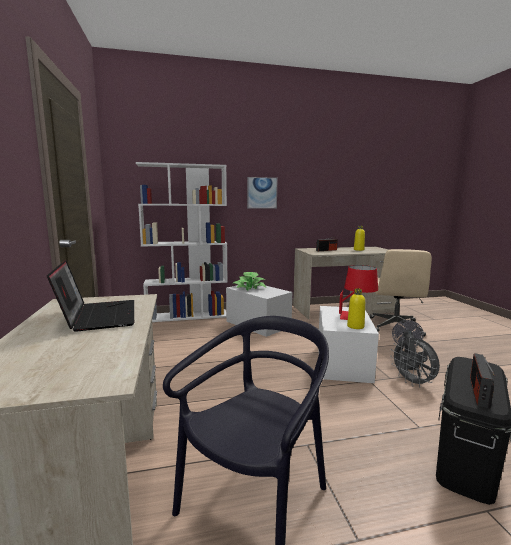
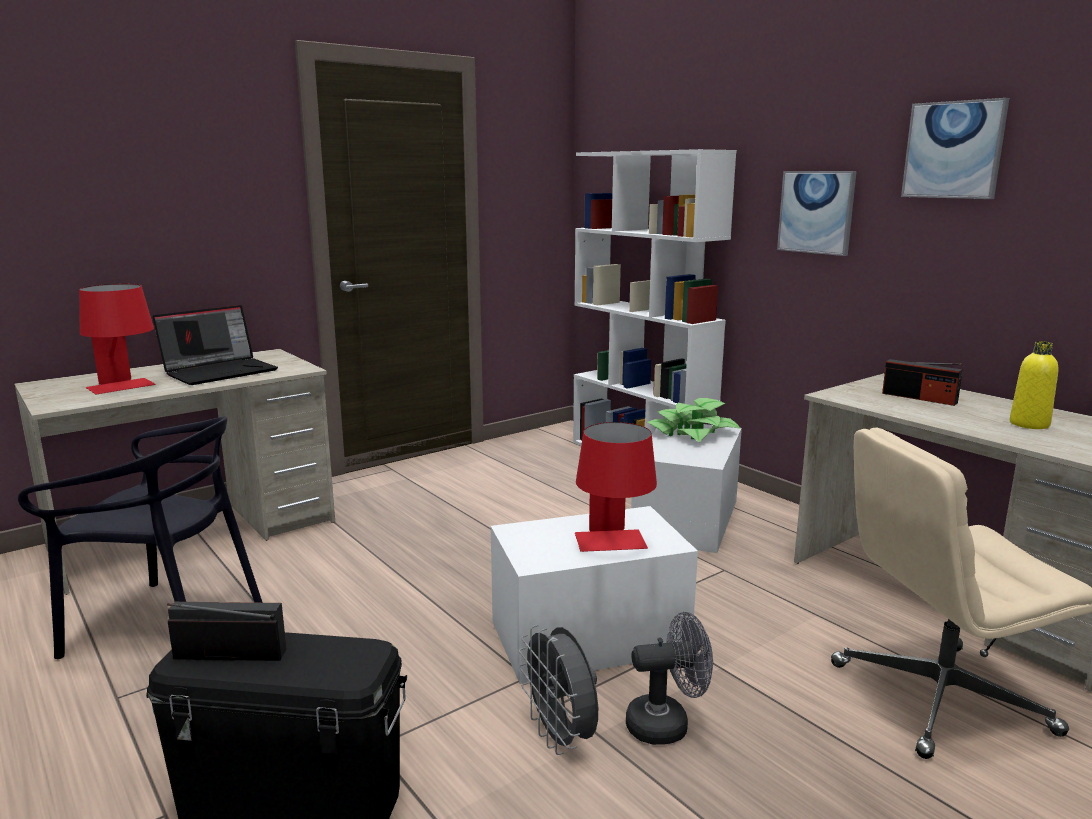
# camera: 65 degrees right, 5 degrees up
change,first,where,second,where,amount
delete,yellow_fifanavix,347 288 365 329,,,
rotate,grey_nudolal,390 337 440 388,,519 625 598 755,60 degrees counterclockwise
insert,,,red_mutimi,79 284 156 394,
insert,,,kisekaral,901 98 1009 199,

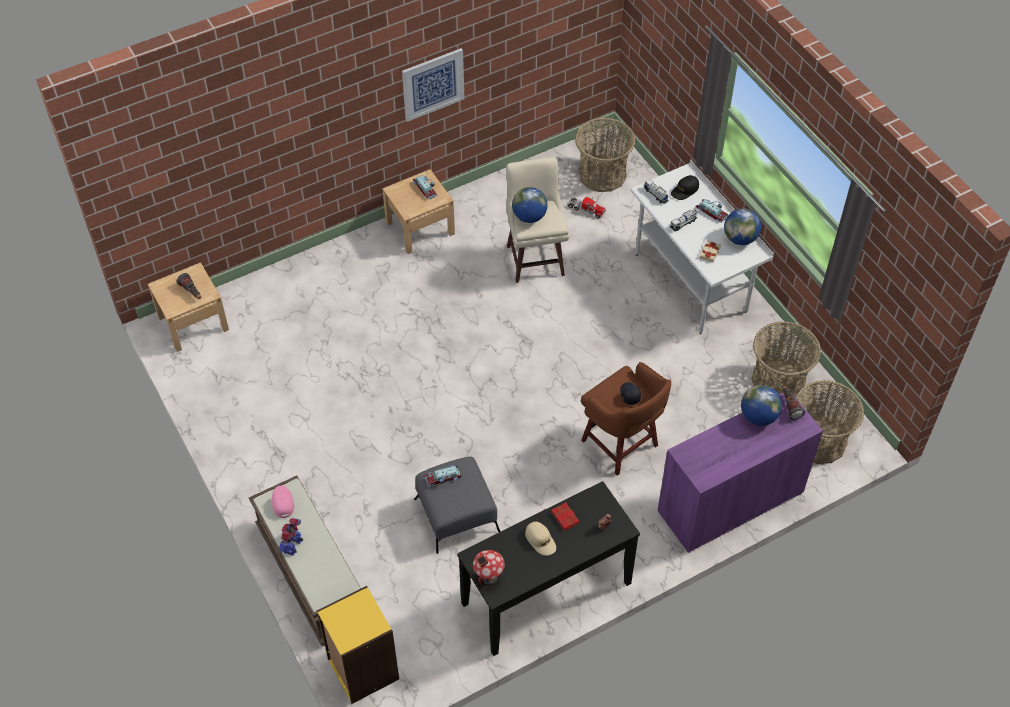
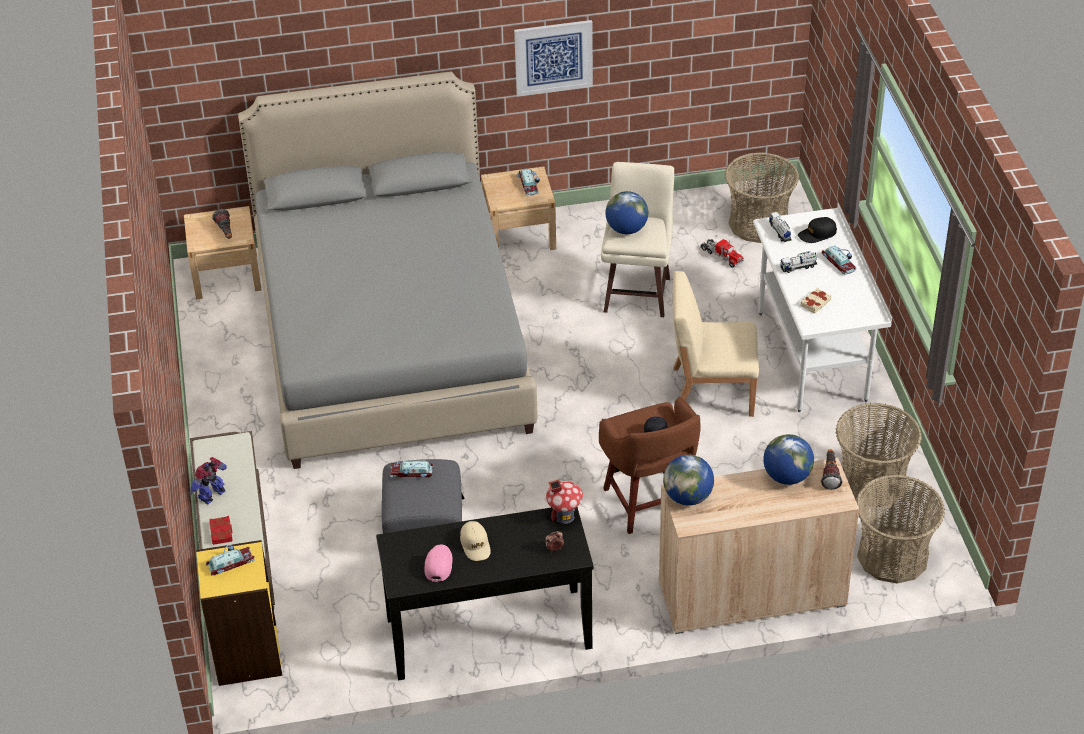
# camera: 20 degrees right, 10 degrees down
change,first,where,second,where,amount
move,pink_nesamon,272 486 294 518,,424 545 453 582,
move,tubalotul,473 550 505 584,,546 479 583 524,
move,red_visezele,552 502 579 531,,210 516 232 545,
recolor,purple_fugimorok,658 391 823 553,beige_fugimorok,659 458 859 634,
move,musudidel,724 208 761 245,,663 455 714 505,
insert,,,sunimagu,206 545 255 576,
insert,,,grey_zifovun,238 71 538 469,
insert,,,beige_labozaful,673 271 759 417,

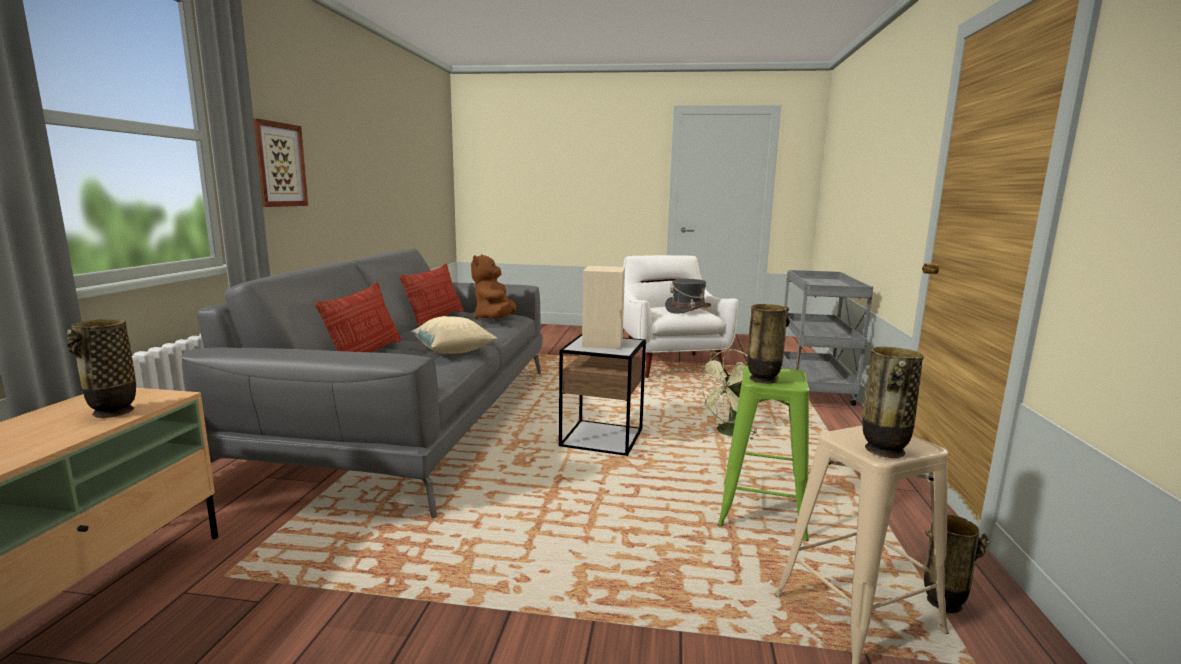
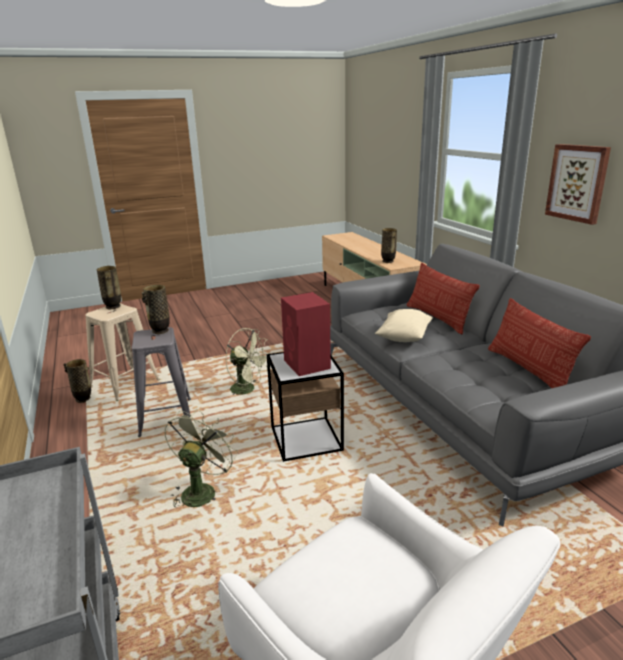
# camera: 150 degrees right, 10 degrees up
change,first,where,second,where,amount
delete,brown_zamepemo,471 254 516 319,,,
recolor,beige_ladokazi,582 266 625 349,red_ladokazi,281 292 331 376,
delete,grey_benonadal,665 279 711 314,,,
recolor,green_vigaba,718 366 810 541,grey_vigaba,132 327 192 437,
insert,,,green_nudolal,226 328 270 396,

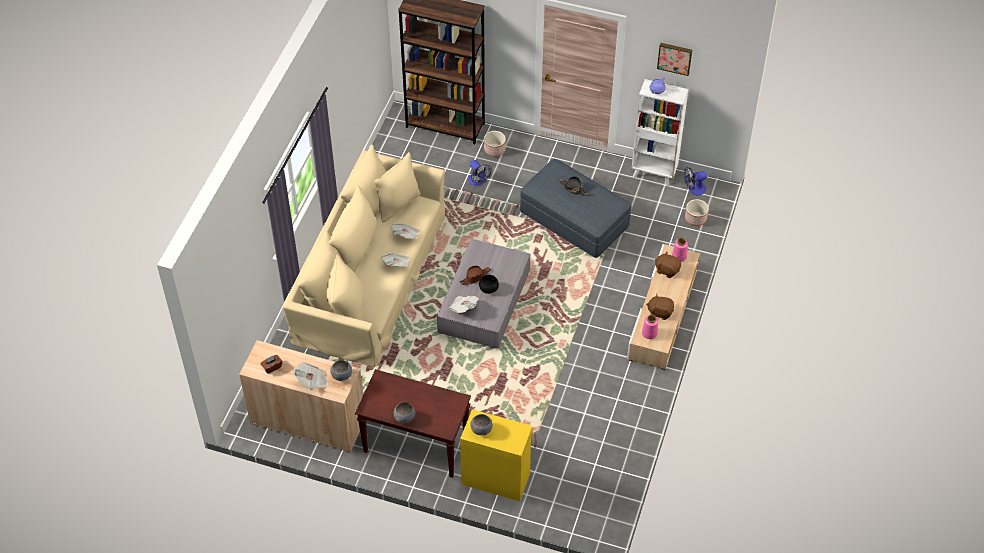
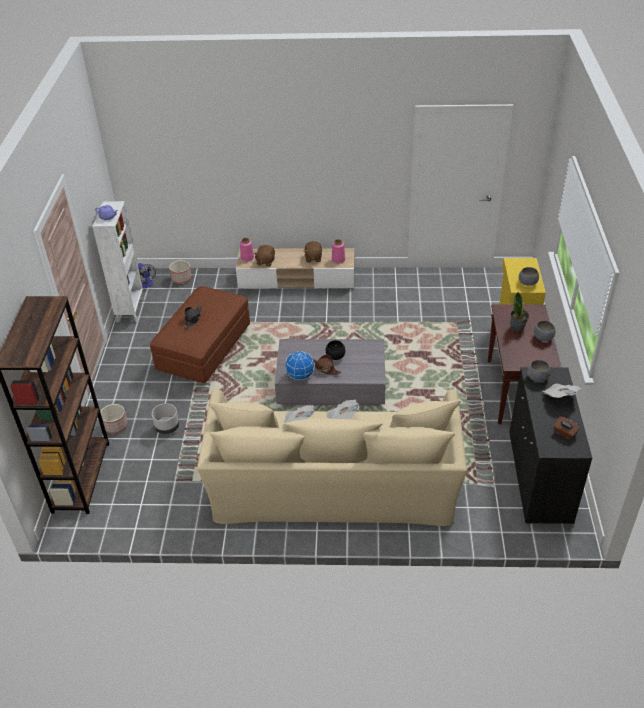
# camera: 105 degrees left, 10 degrees down
change,first,where,second,where,amount
recolor,beige_fugimorok,239 340 363 452,black_fugimorok,509 367 592 525,
delete,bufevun,449 296 479 313,,,
replace,nudolal,468 160 492 186,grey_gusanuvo,152 403 179 434,
recolor,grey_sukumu,520 159 632 258,brown_sukumu,150 286 250 383,
delete,kisekaral,657 43 692 76,,,
insert,,,musudidel,285 351 315 380,
insert,,,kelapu,510 292 529 332,

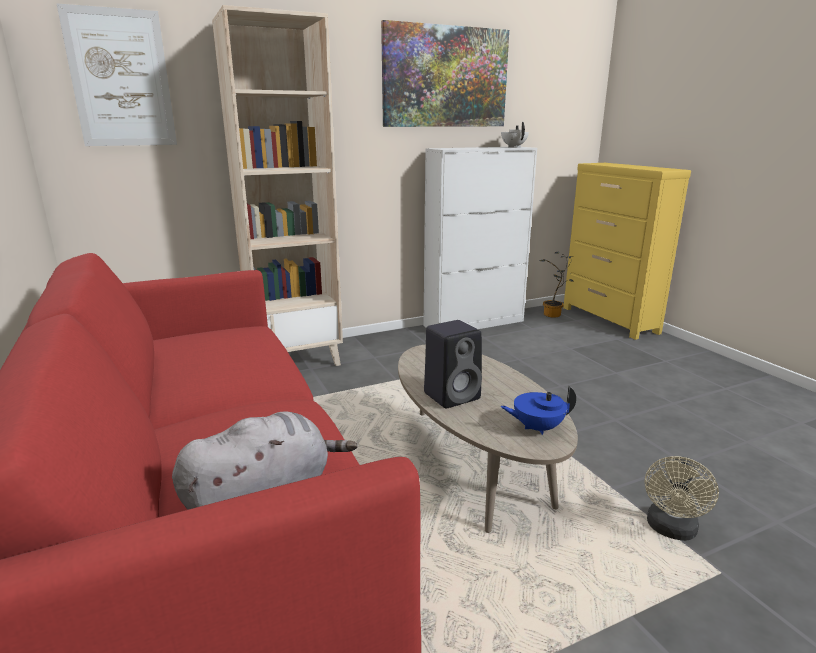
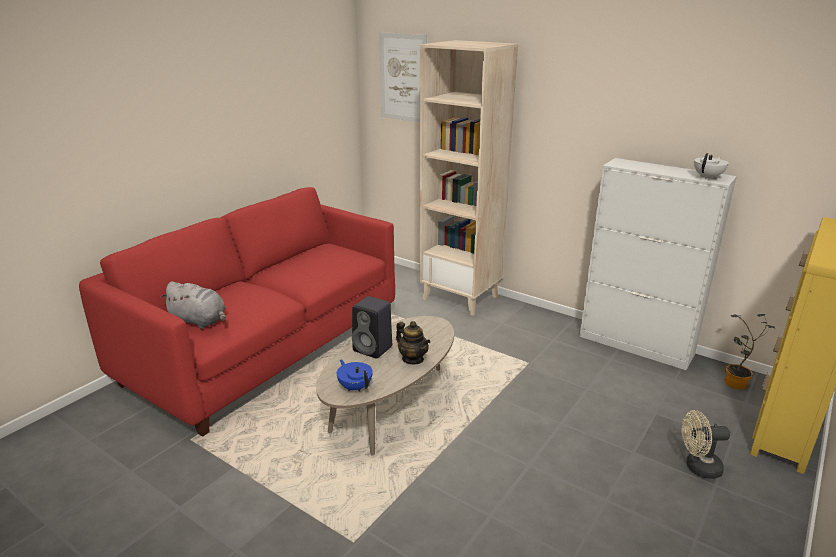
# camera: 60 degrees right, 5 degrees up
change,first,where,second,where,amount
delete,kisekaral,381 20 509 127,,,
move,beige_nudolal,645 456 719 541,,682 410 730 479,
insert,,,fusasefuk,396 321 430 364,

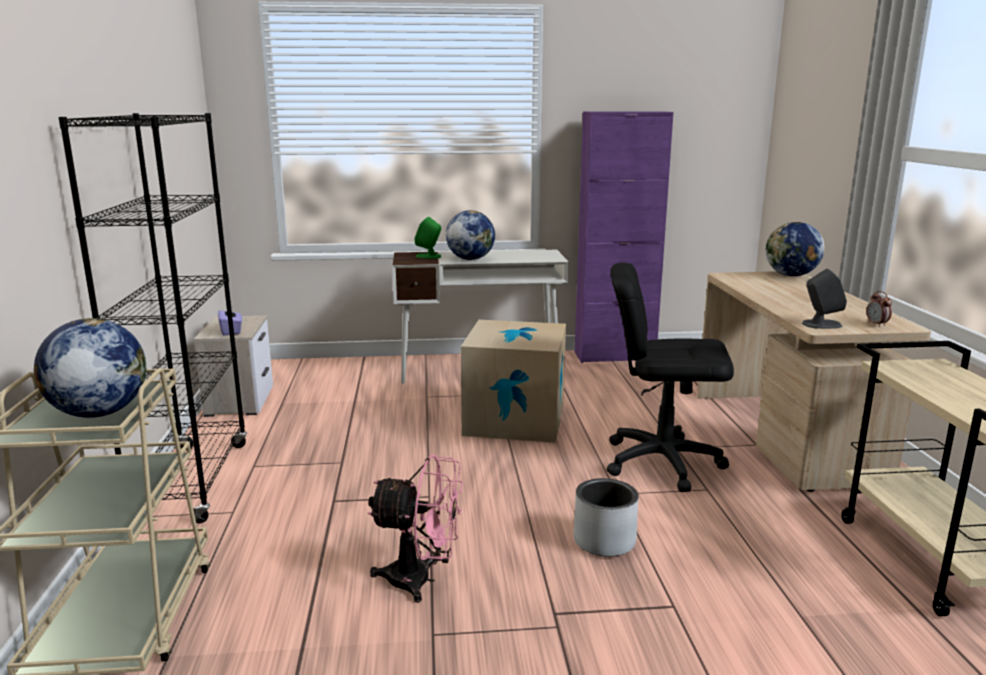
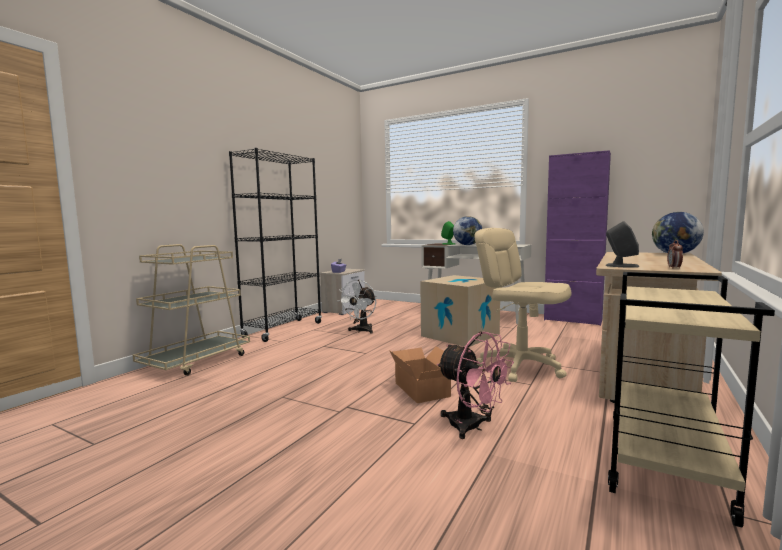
# camera: 35 degrees right, 10 degrees down
change,first,where,second,where,amount
delete,musudidel,34 318 146 418,,,
move,pink_nudolal,368 454 463 603,,437 331 514 439,
replace,grey_gusanuvo,574 478 638 557,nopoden,389 346 451 403,
recolor,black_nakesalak,607 262 734 492,beige_nakesalak,474 228 571 382,
insert,,,white_nudolal,338 280 376 333,

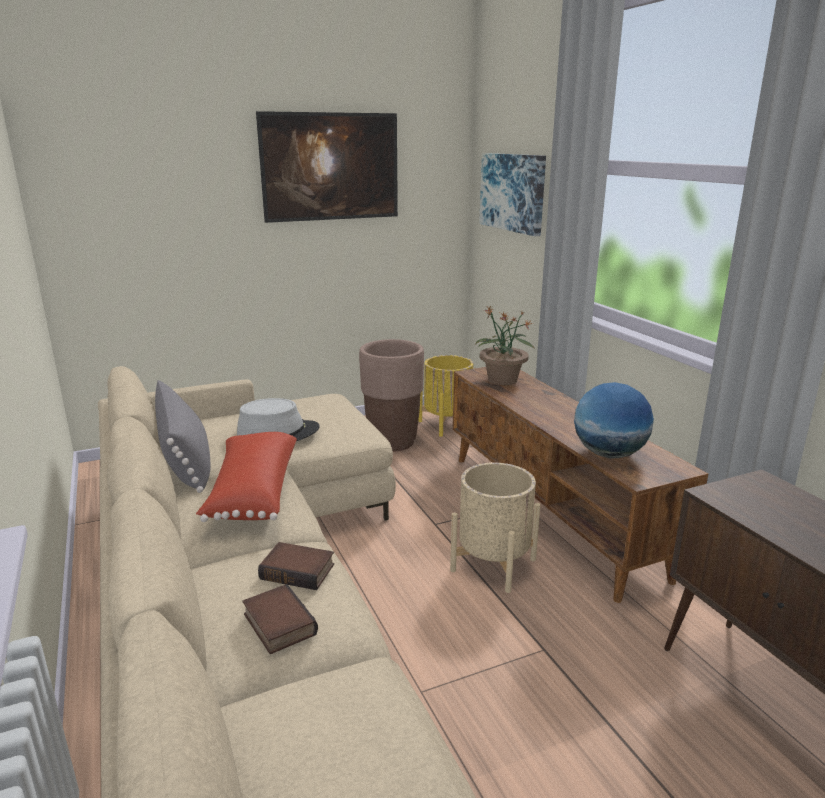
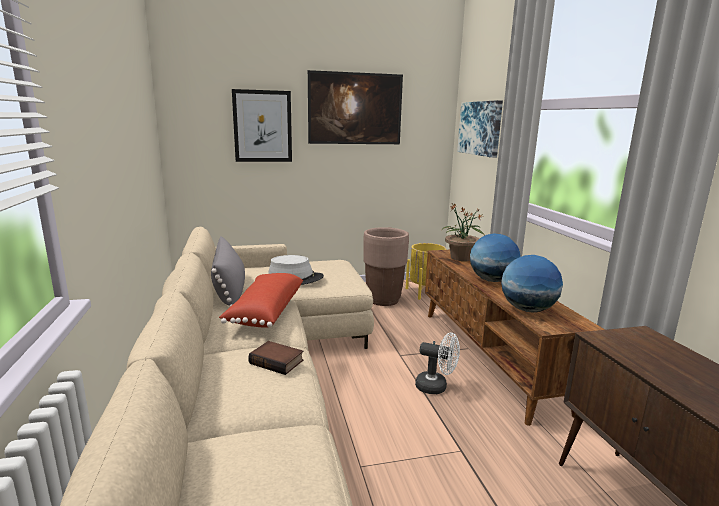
# camera: 10 degrees right, 5 degrees down
change,first,where,second,where,amount
delete,visezele,243 584 318 654,,,
replace,beige_gusanuvo,450 463 540 593,white_nudolal,415 333 460 394,
insert,,,kisekaral,232 89 292 162,
insert,,,musudidel,470 233 521 282,

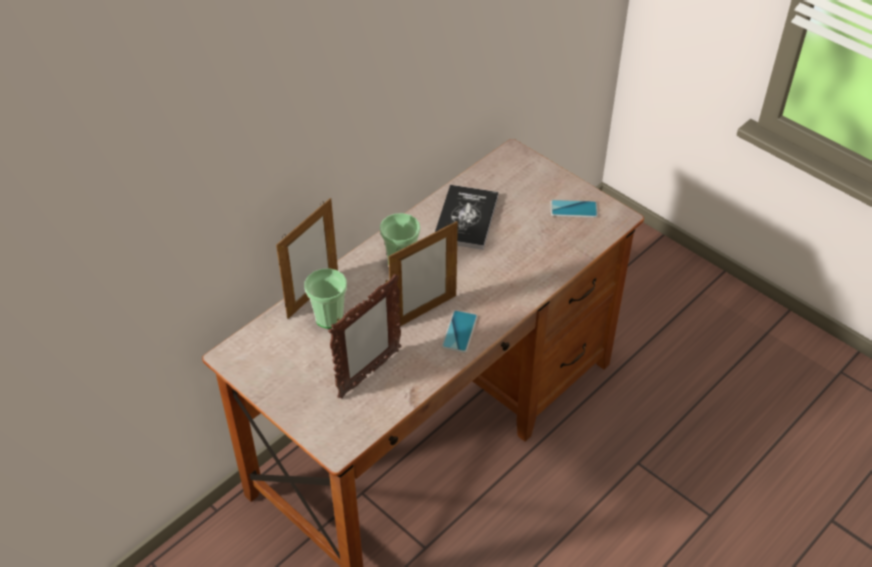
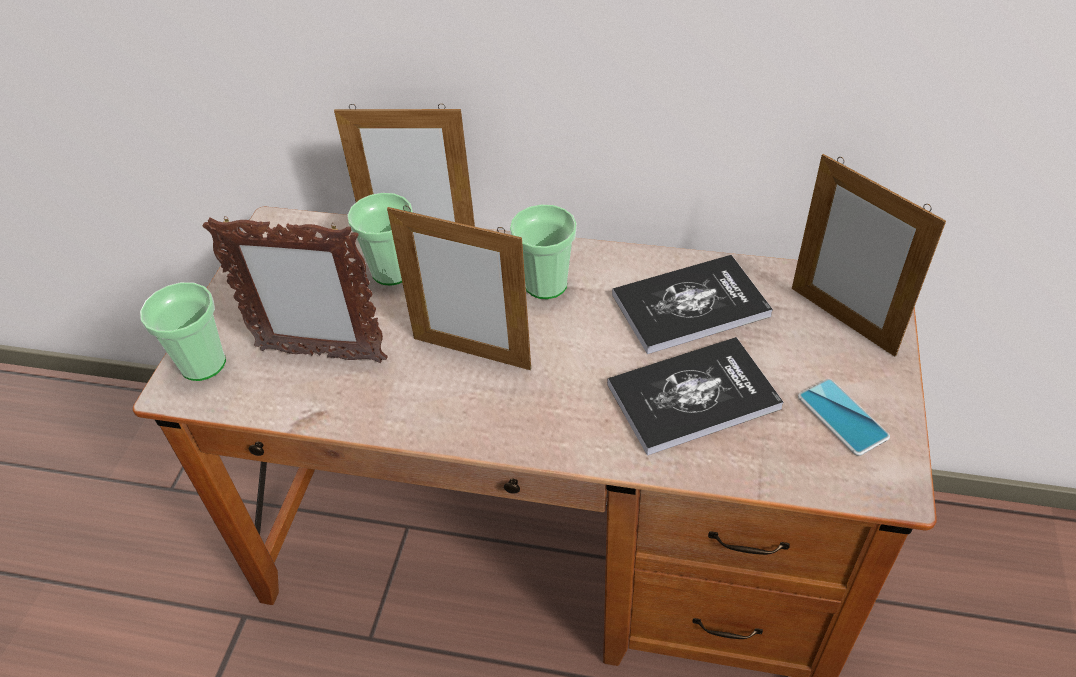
# camera: 60 degrees right, 0 degrees up
change,first,where,second,where,amount
delete,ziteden,442 310 478 353,,,
insert,,,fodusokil,140 282 226 381,
insert,,,visezele,607 337 783 456,
insert,,,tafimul,792 154 946 356,

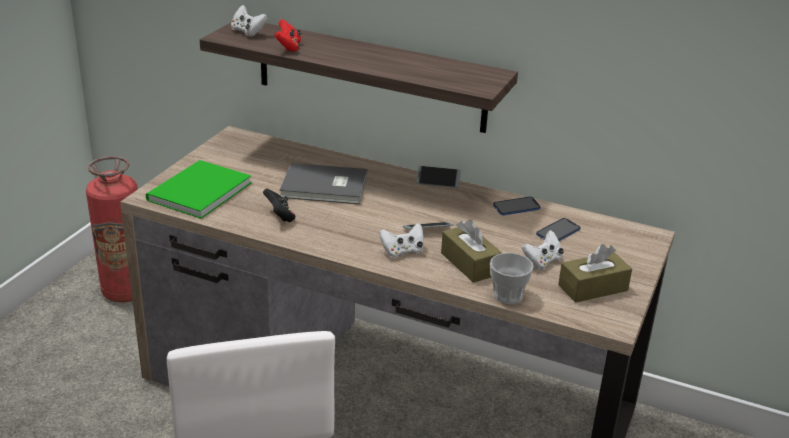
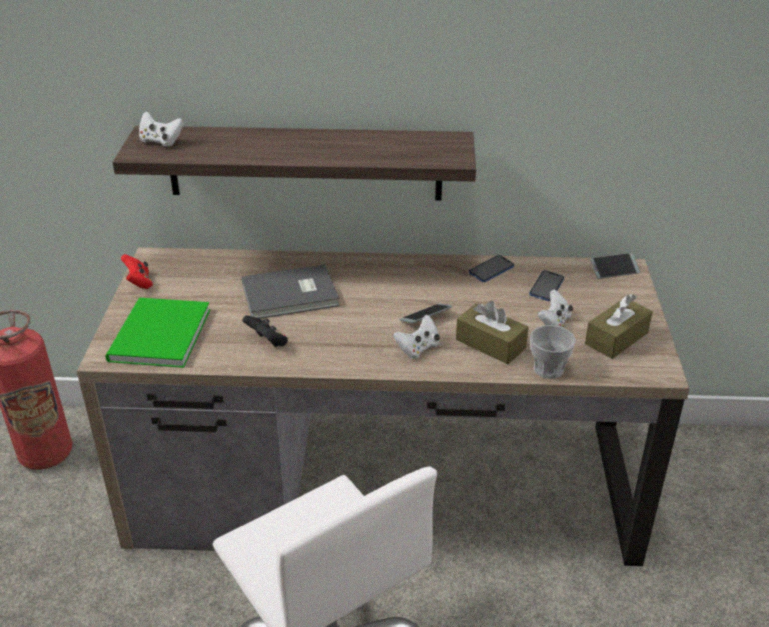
# camera: 20 degrees left, 5 degrees up
change,first,where,second,where,amount
move,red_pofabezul,274 19 301 52,,121 254 153 289,
move,ziteden,416 166 461 188,,590 253 640 279,

